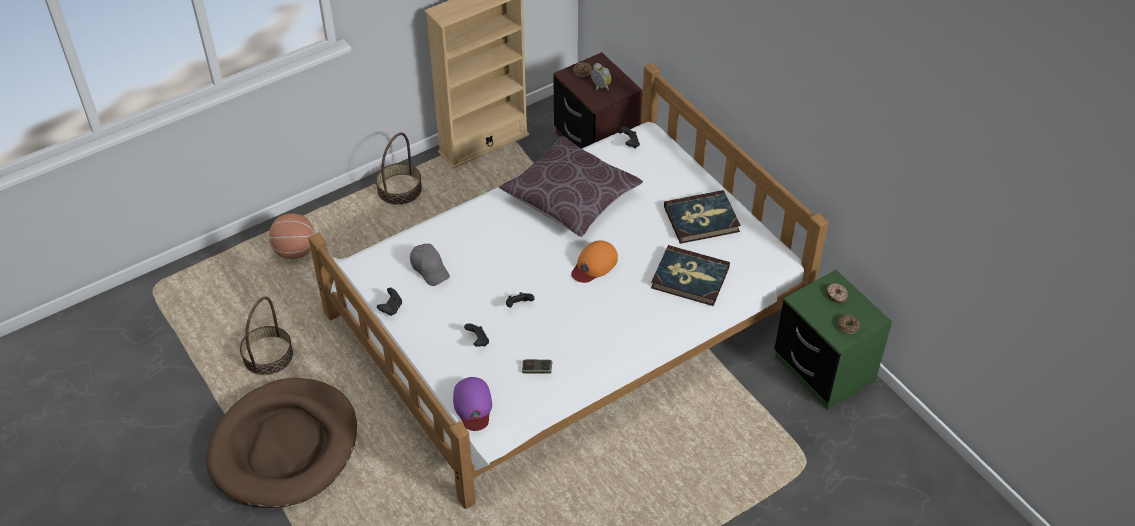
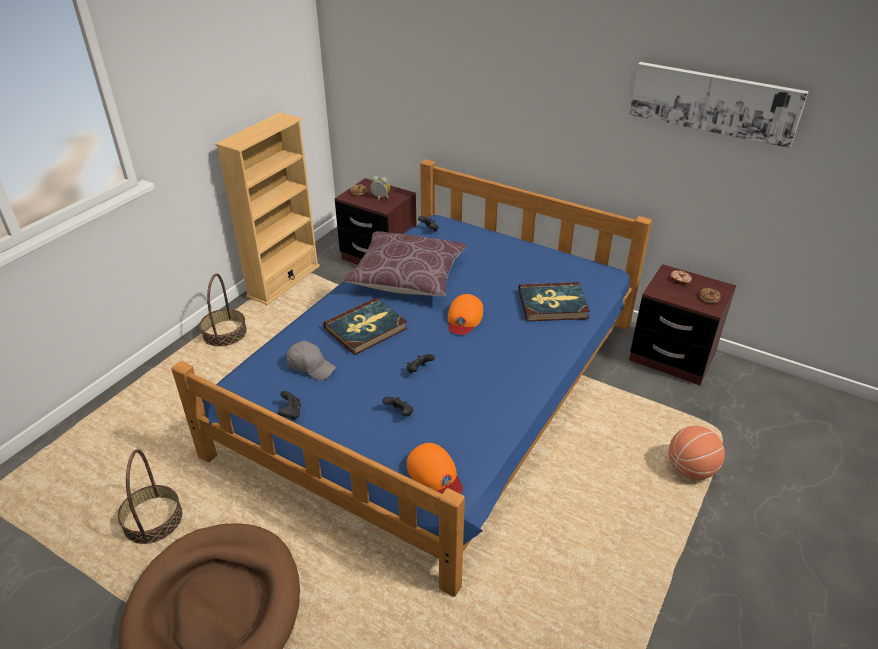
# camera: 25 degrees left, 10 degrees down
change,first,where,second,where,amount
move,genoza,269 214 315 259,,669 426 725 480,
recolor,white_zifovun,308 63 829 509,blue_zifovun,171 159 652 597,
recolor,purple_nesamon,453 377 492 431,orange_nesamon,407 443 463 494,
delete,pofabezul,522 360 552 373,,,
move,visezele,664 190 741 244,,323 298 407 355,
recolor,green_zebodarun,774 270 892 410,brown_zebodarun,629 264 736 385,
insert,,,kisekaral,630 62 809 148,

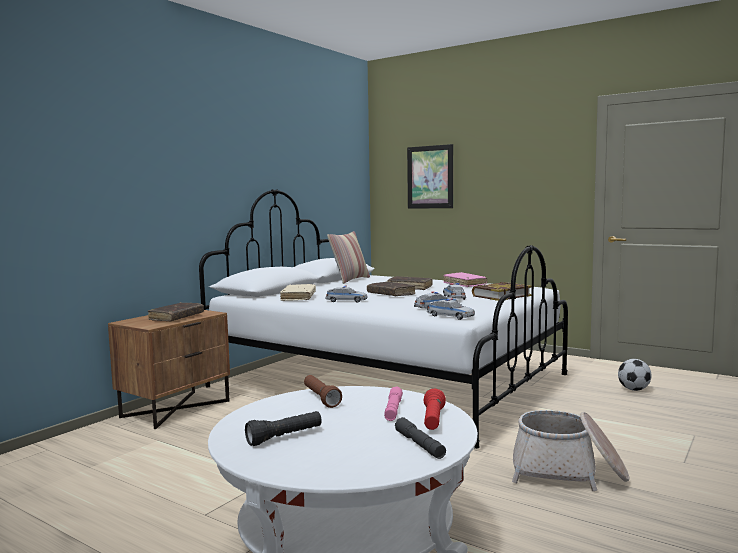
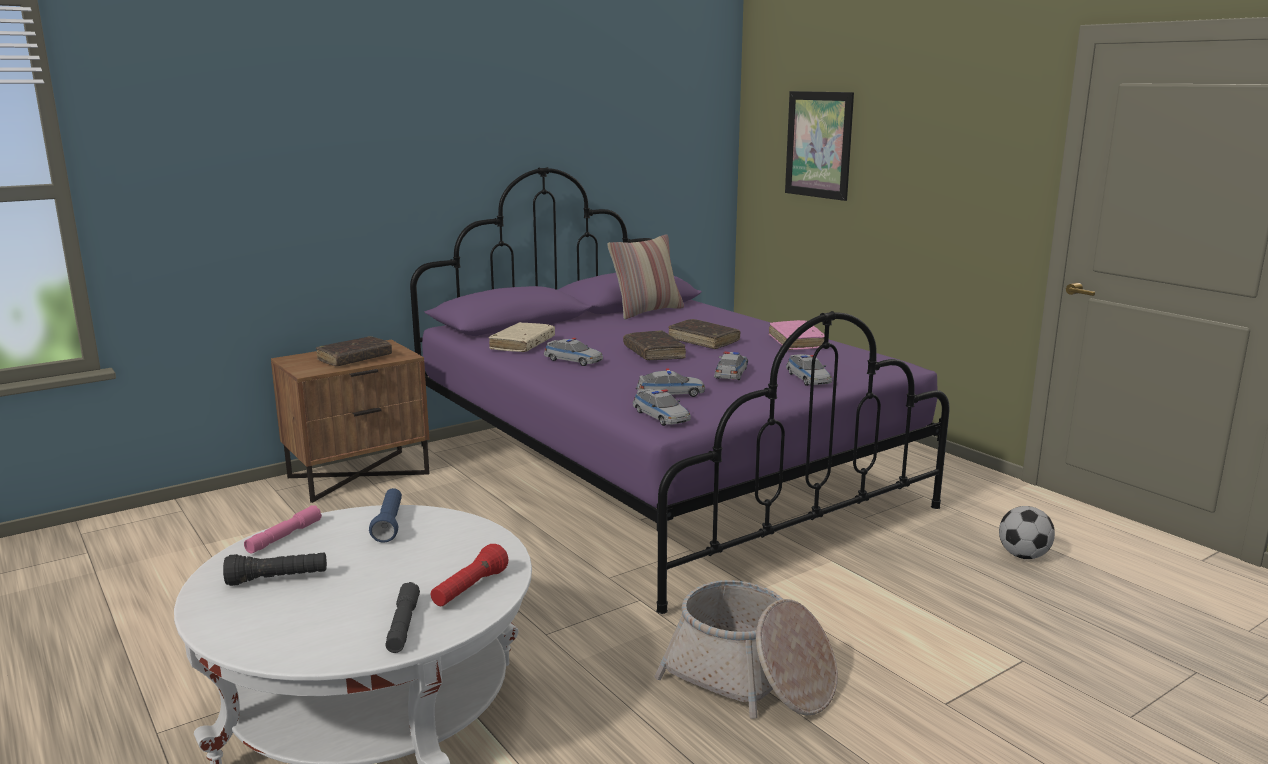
# camera: 20 degrees right, 10 degrees up
change,first,where,second,where,amount
recolor,white_zifovun,199 189 568 449,purple_zifovun,410 167 950 614,
recolor,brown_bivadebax,304 375 342 408,blue_bivadebax,369 488 402 543,
move,pink_bivadebax,384 386 403 421,,244 505 322 554,
replace,visezele,472 282 532 301,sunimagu,786 354 832 386,

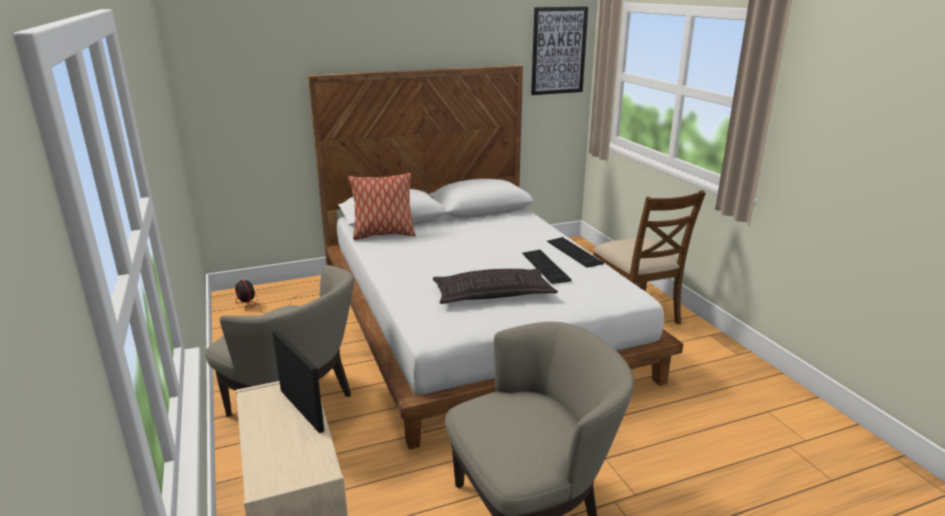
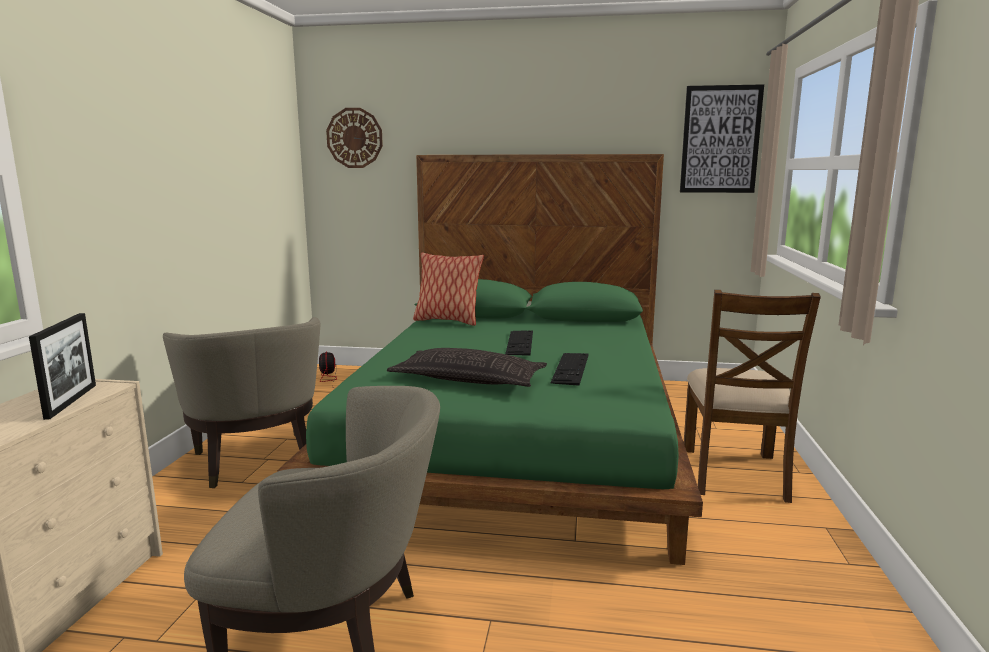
# camera: 30 degrees right, 10 degrees down
change,first,where,second,where,amount
recolor,white_zifovun,308 65 683 450,green_zifovun,277 154 703 565,
move,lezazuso,547 237 604 268,,505 330 533 356,
insert,,,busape,326 108 383 168,

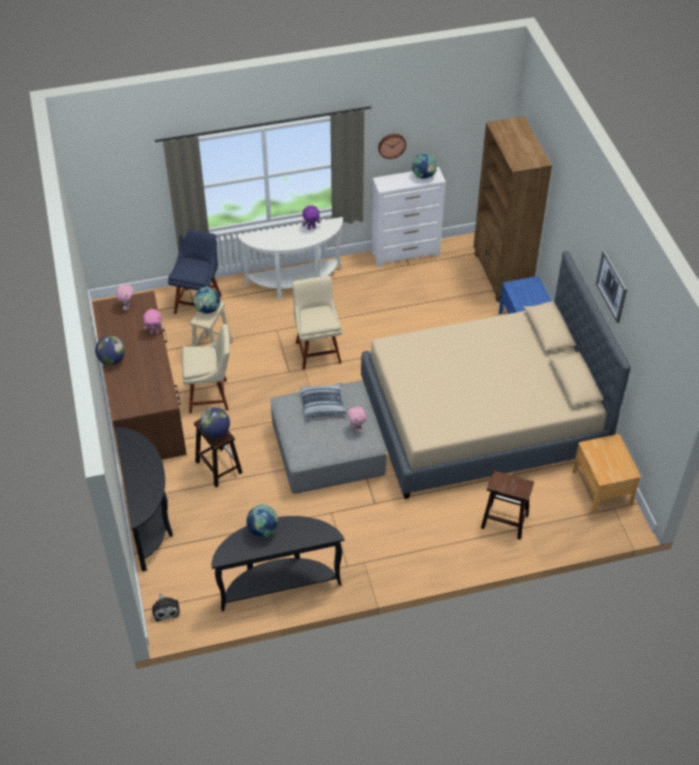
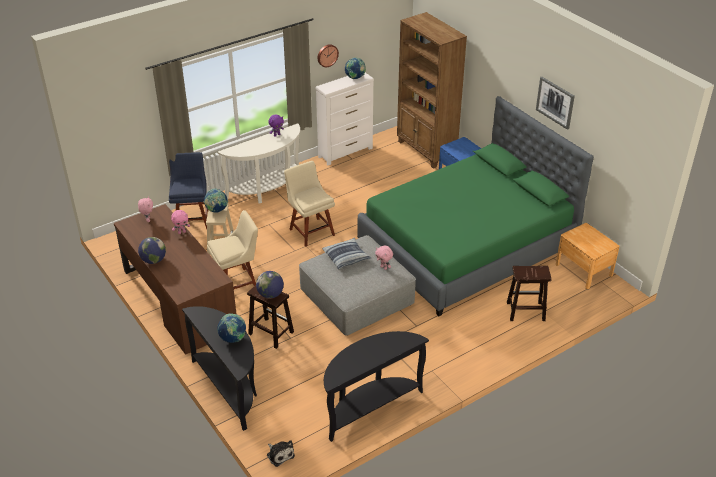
# camera: 20 degrees left, 10 degrees down
change,first,where,second,where,amount
move,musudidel,246 504 278 537,,217 313 246 343,
recolor,beige_zifovun,361 250 631 499,green_zifovun,357 96 594 316,

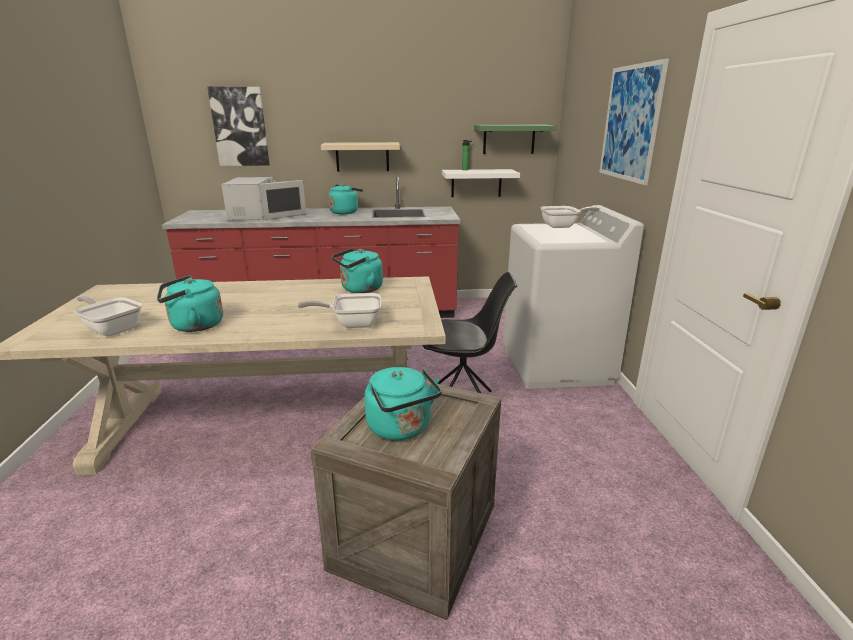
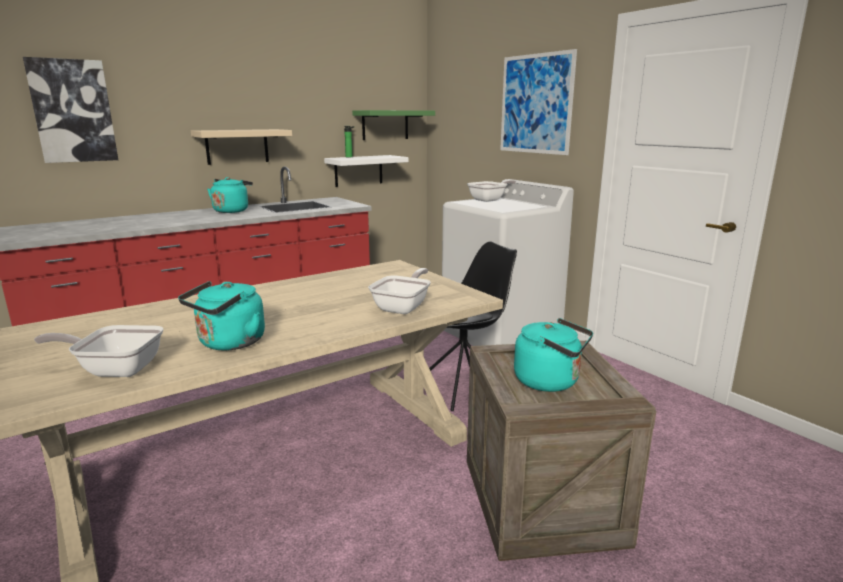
# camera: 30 degrees left, 5 degrees down
change,first,where,second,where,amount
delete,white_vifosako,221 177 306 220,,,
rotate,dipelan,298 293 381 328,,368 268 431 314,150 degrees clockwise
delete,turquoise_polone,332 248 383 293,,,

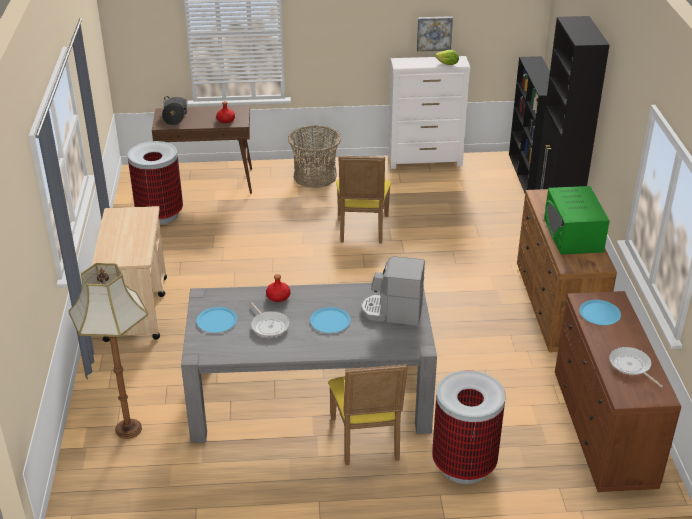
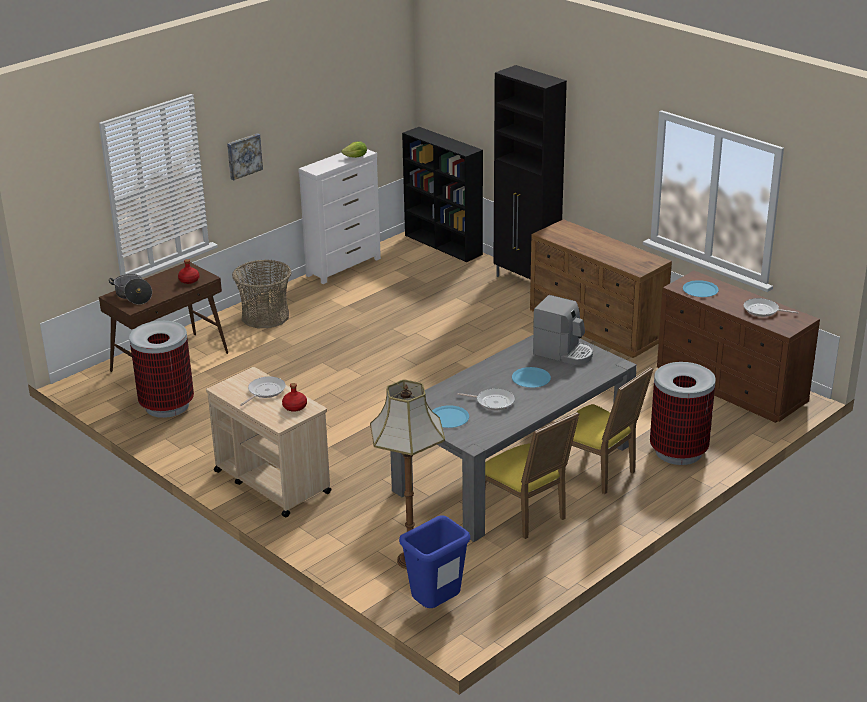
# camera: 40 degrees left, 5 degrees down
change,first,where,second,where,amount
move,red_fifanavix,266 274 290 302,,282 383 307 412,
move,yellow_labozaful,336 156 391 244,,485 411 580 539,
rotate,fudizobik,361 256 425 326,,533 295 593 365,120 degrees counterclockwise
move,kisekaral,417 16 453 52,,227 133 263 181,
delete,green_vifosako,544 186 610 255,,,
insert,,,dipelan,240 377 286 406,
insert,,,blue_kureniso,399 515 470 608,

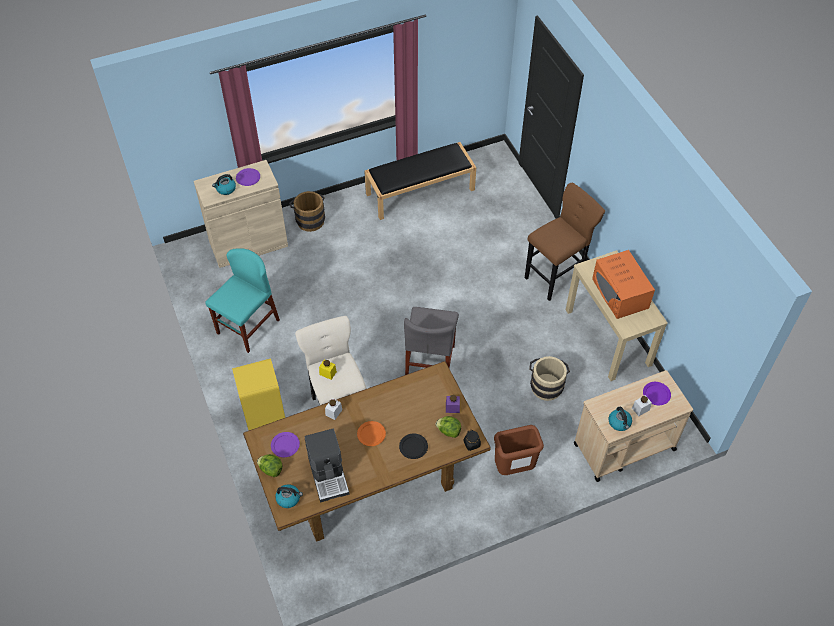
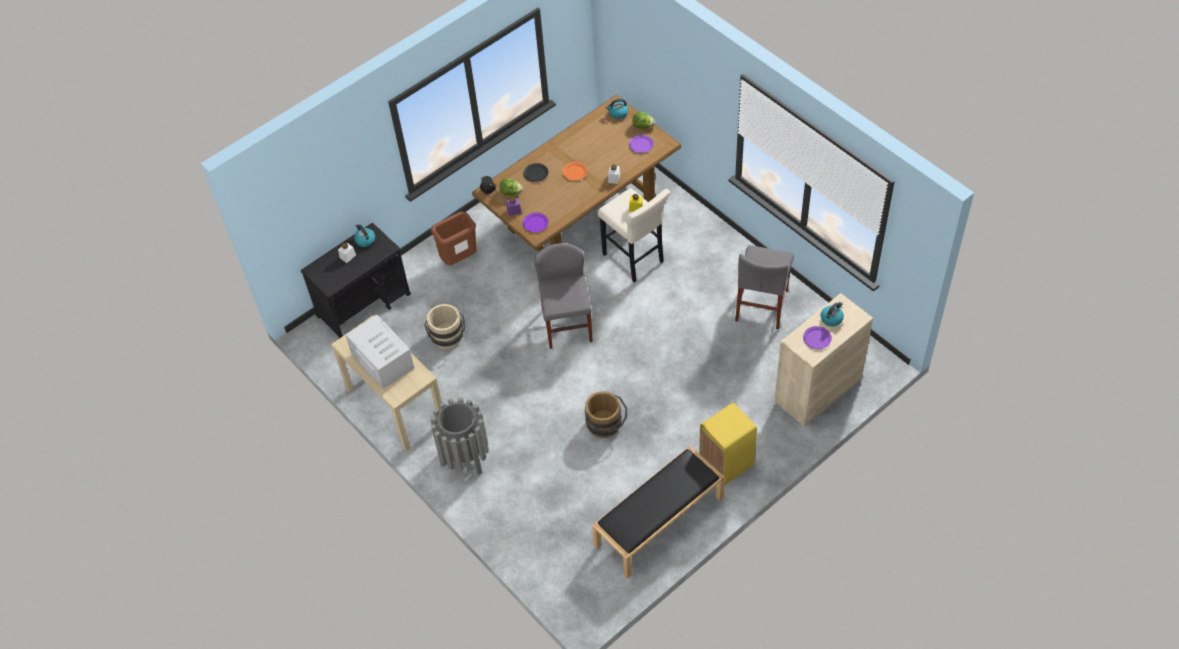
# camera: 165 degrees right, 0 degrees up
change,first,where,second,where,amount
recolor,turquoise_labozaful,205 248 280 353,grey_labozaful,735 245 794 329,
move,yellow_kureniso,232 358 285 430,,699 403 757 485,
move,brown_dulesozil,289 191 325 232,,585 391 627 438,
delete,fudizobik,305 428 349 503,,,
replace,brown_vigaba,525 183 605 301,grey_kureniso,430 398 489 475,
recolor,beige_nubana,574 370 693 482,black_nubana,301 223 411 338,
recolor,orange_vifosako,592 250 655 319,white_vifosako,346 314 414 389,
move,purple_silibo,643 382 671 405,,523 213 548 232,

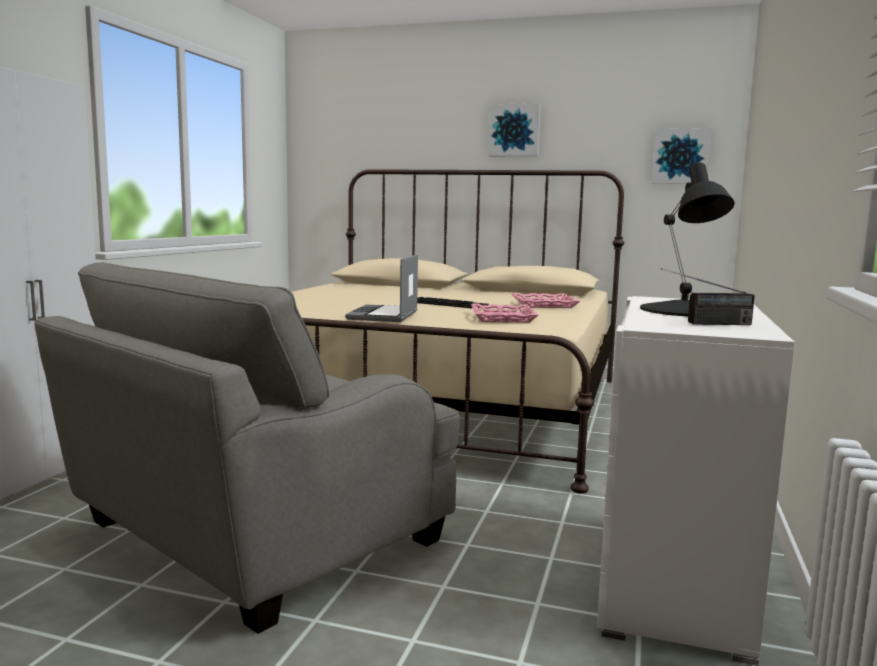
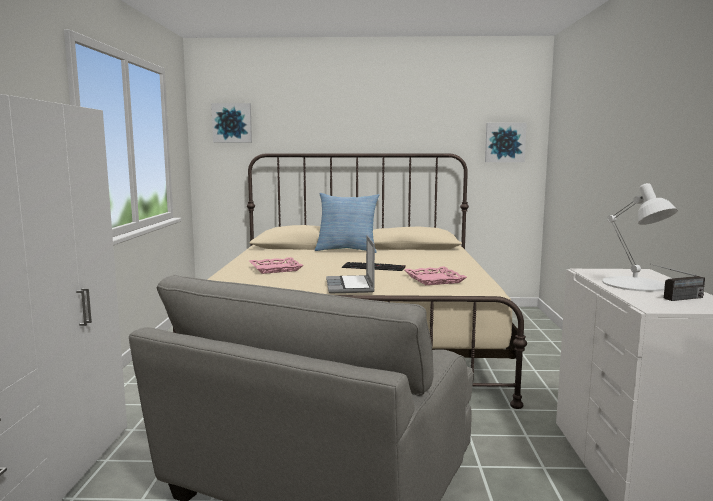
# camera: 15 degrees left, 0 degrees up
change,first,where,second,where,amount
move,kisekaral,488 103 541 156,,211 103 252 143,
move,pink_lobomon,512 293 581 308,,249 257 304 274,
recolor,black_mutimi,640 162 735 317,white_mutimi,602 183 678 292,
insert,,,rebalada,315 193 380 253,

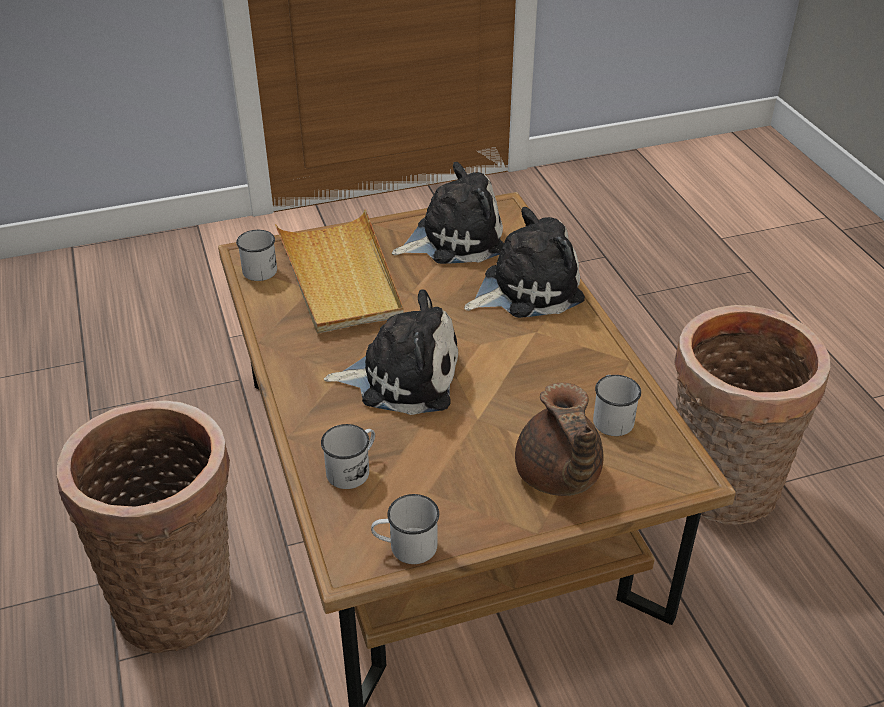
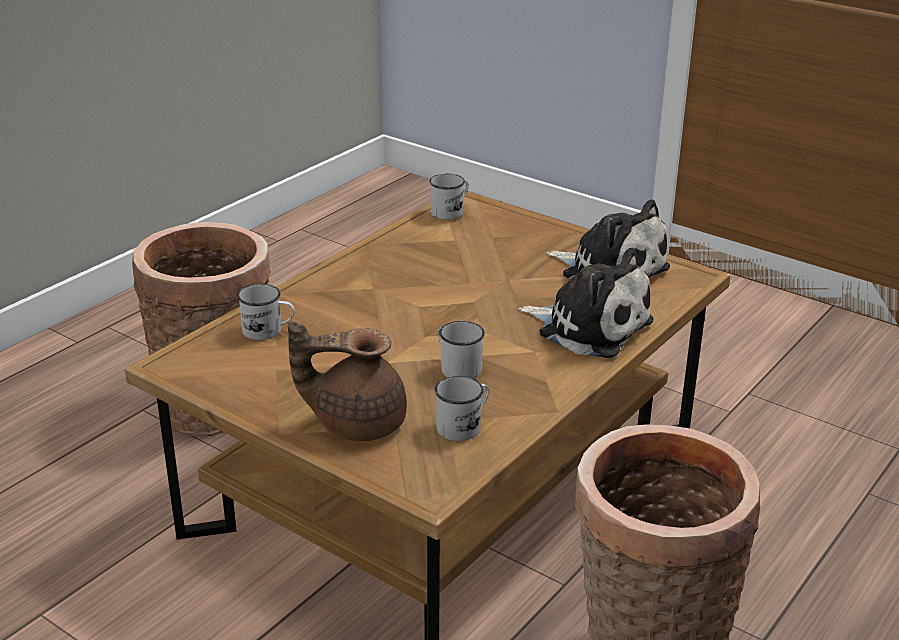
# camera: 55 degrees right, 10 degrees down
change,first,where,second,where,amount
delete,beige_lobomon,275 209 404 334,,,
delete,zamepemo,324 289 458 415,,,
move,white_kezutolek,371 494 439 564,,438 321 485 379,
rotate,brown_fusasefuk,515 383 603 496,,288 320 407 441,45 degrees clockwise

